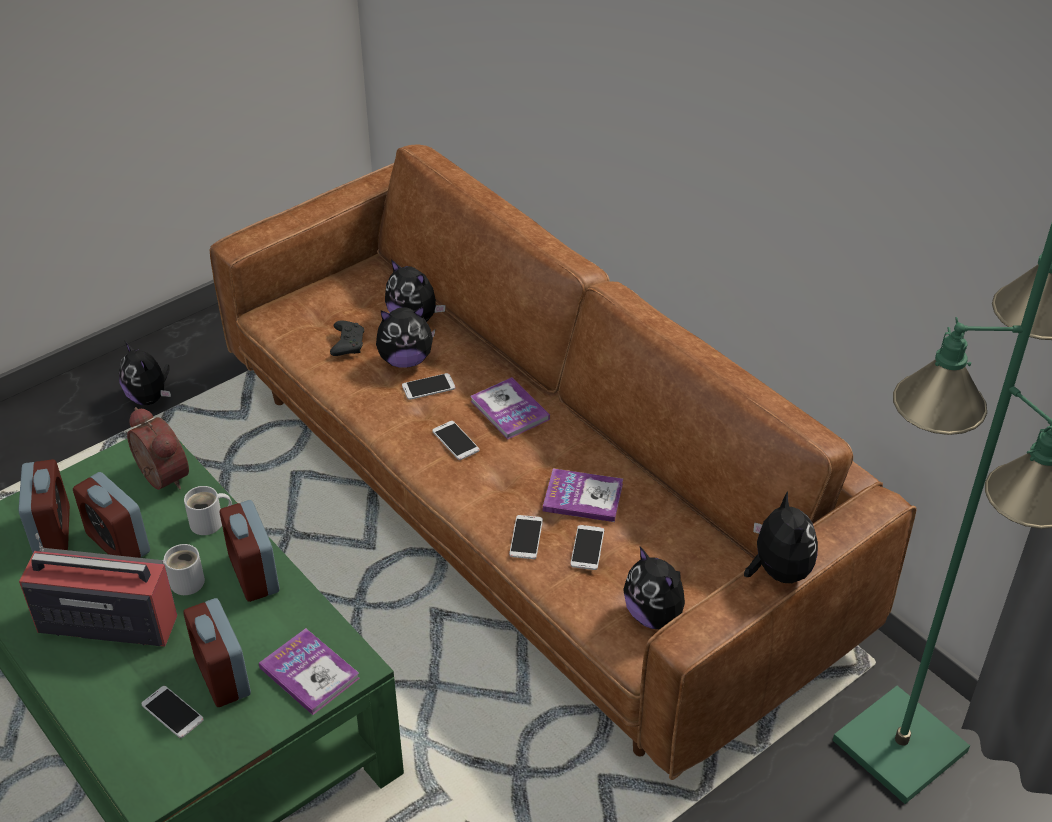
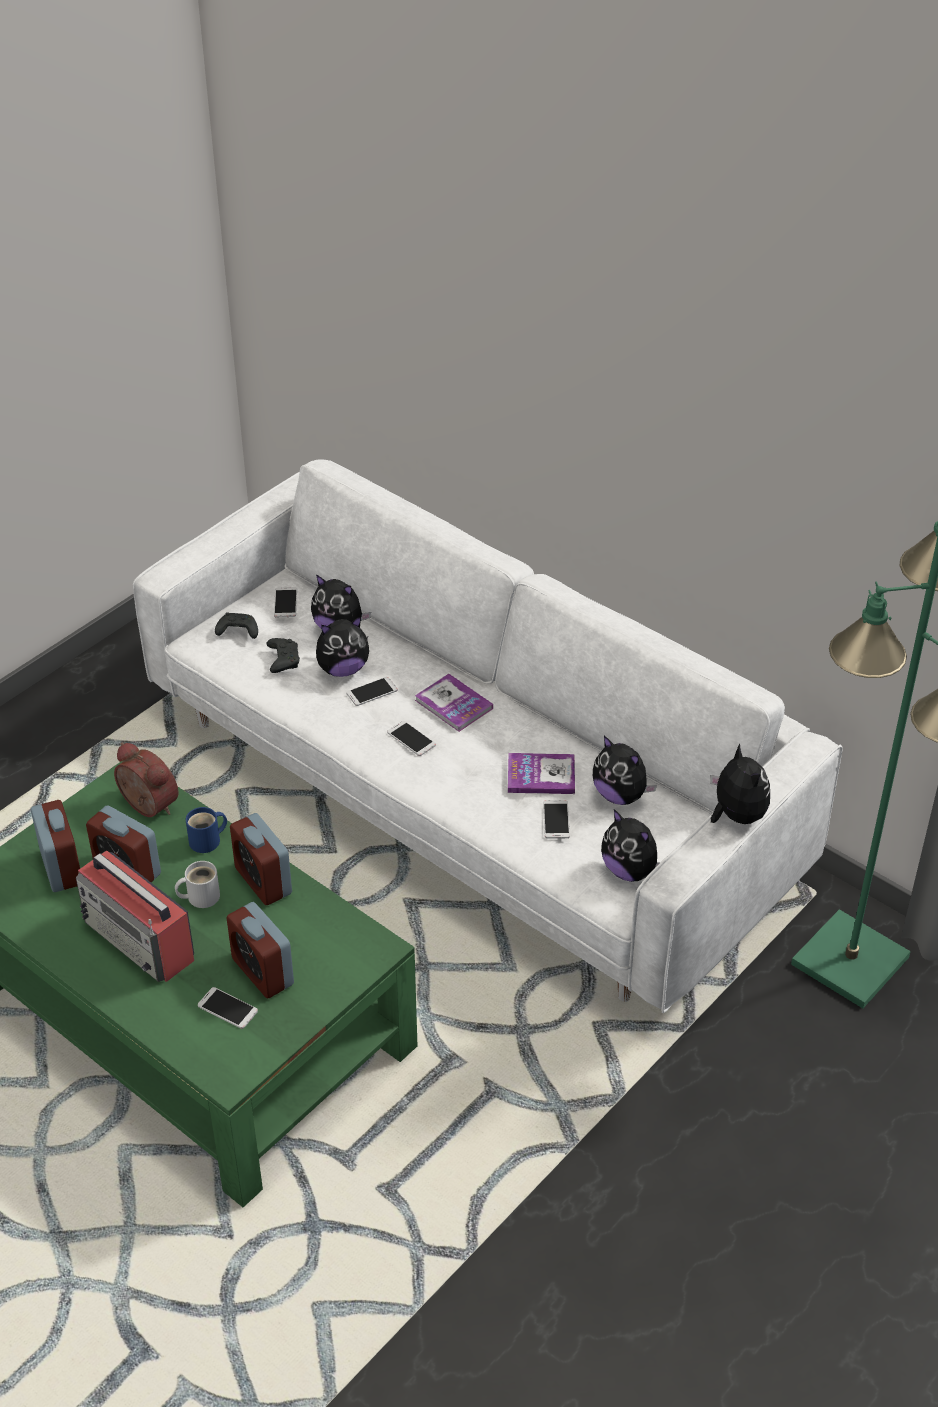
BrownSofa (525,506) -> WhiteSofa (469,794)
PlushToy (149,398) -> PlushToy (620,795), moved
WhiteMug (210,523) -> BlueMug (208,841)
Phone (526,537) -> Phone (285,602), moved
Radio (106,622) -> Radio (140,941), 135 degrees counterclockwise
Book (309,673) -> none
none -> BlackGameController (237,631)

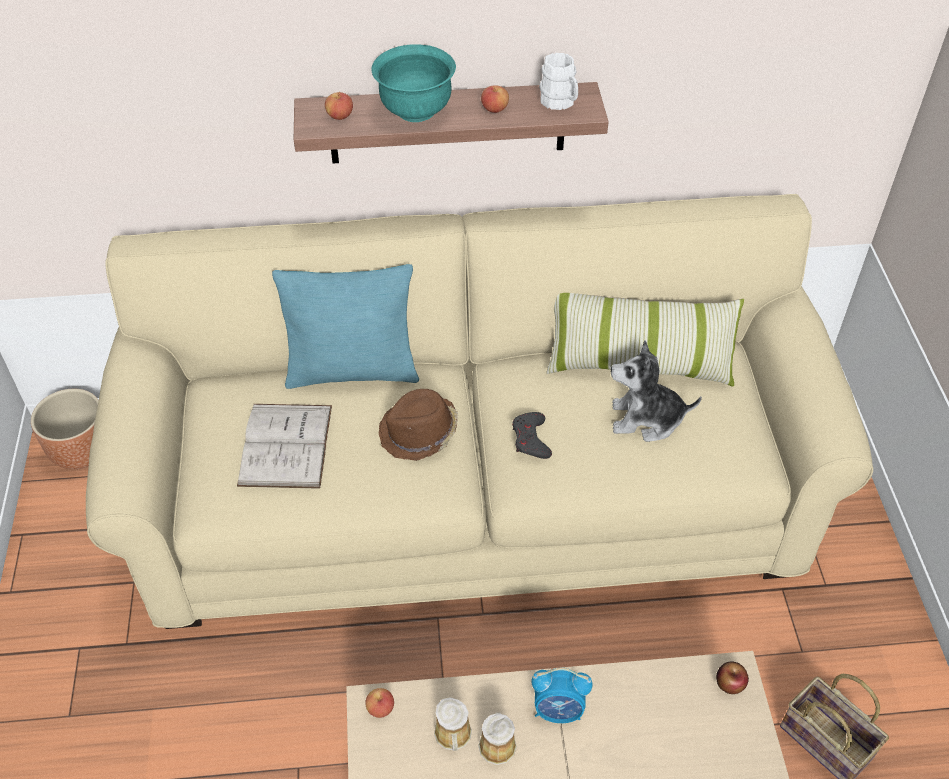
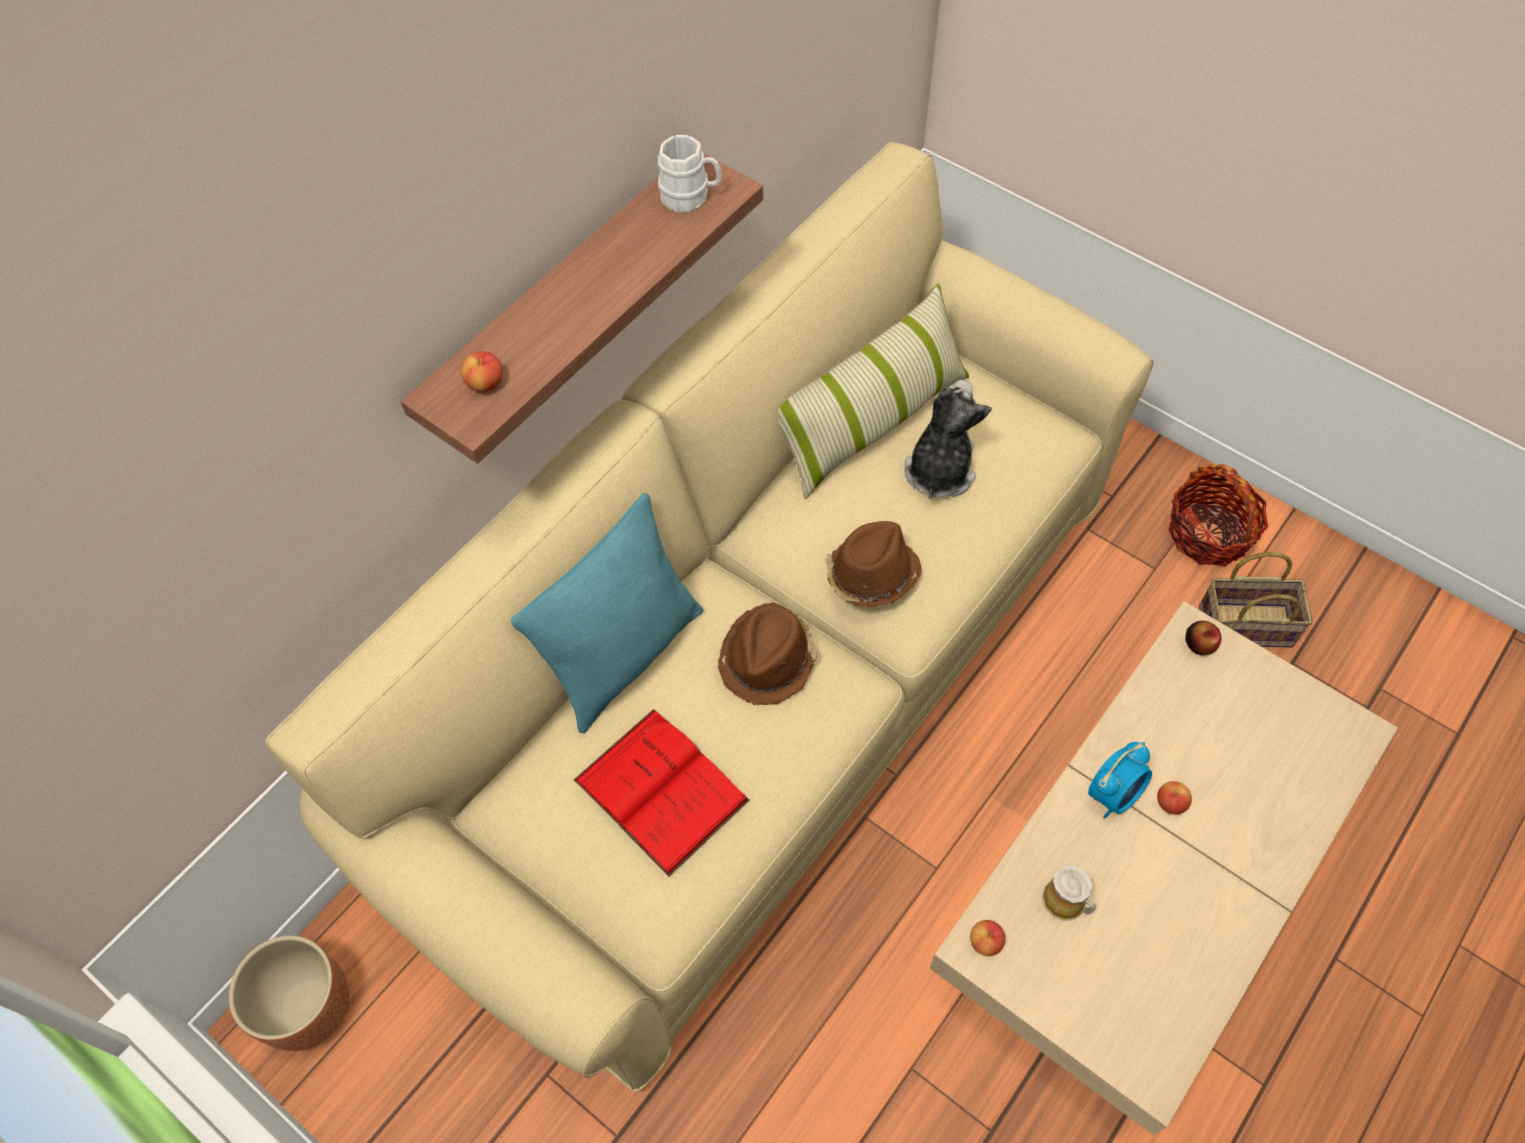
TurquoiseBowl (415,110) -> none
Apple (494,109) -> Apple (1170,803), moved
PlushToy (646,419) -> PlushToy (939,469), 150 degrees clockwise
WhiteBook (286,445) -> RedBook (661,790)
GreyGameController (531,439) -> BrownHat (870,575)
Mug (497,744) -> none
none -> Basket (1208,533)

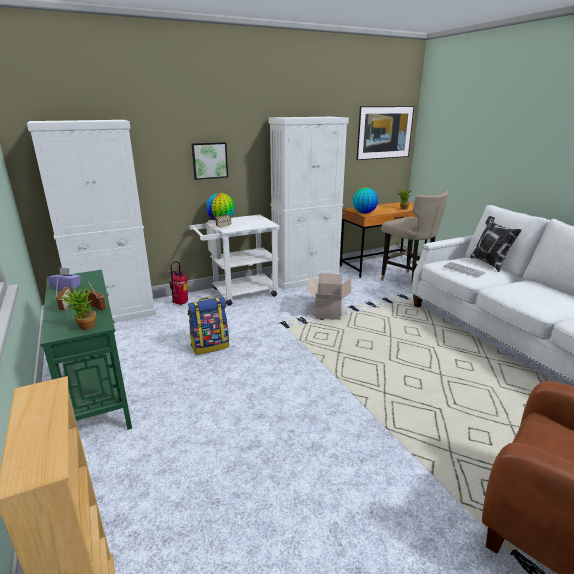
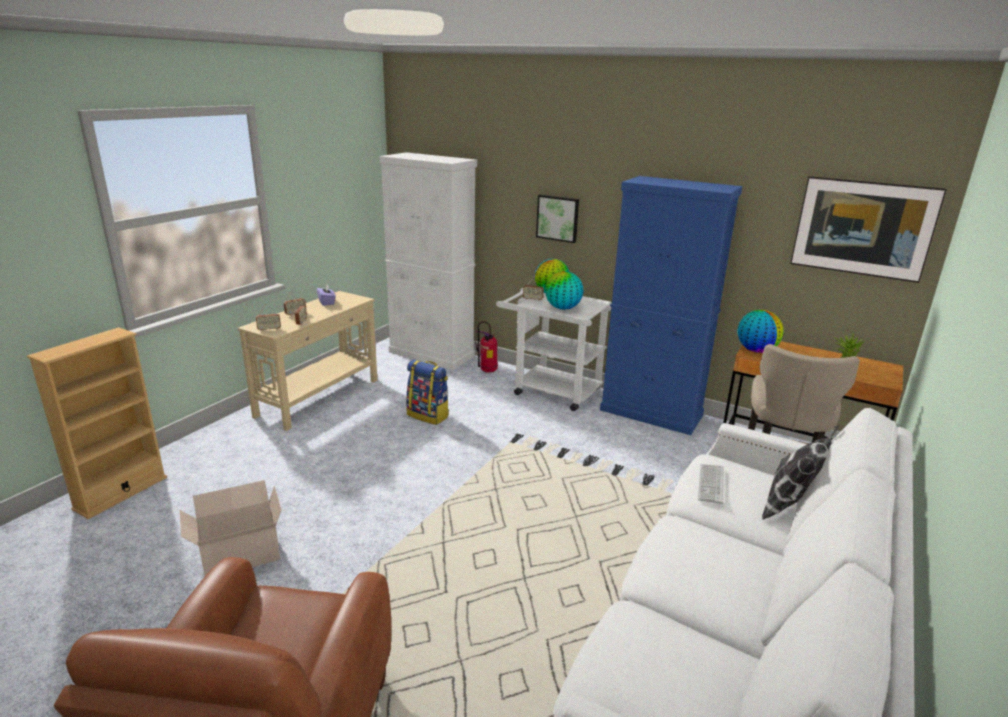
WhiteCabinet (305,278) -> BlueCabinet (651,413)
GreenConsoleTable (97,390) -> BeigeConsoleTable (319,398)
CardboardBox (328,311) -> CardboardBox (238,555), moved
PottedPlant (84,327) -> Radio (269,329)
none -> Globe (562,308)

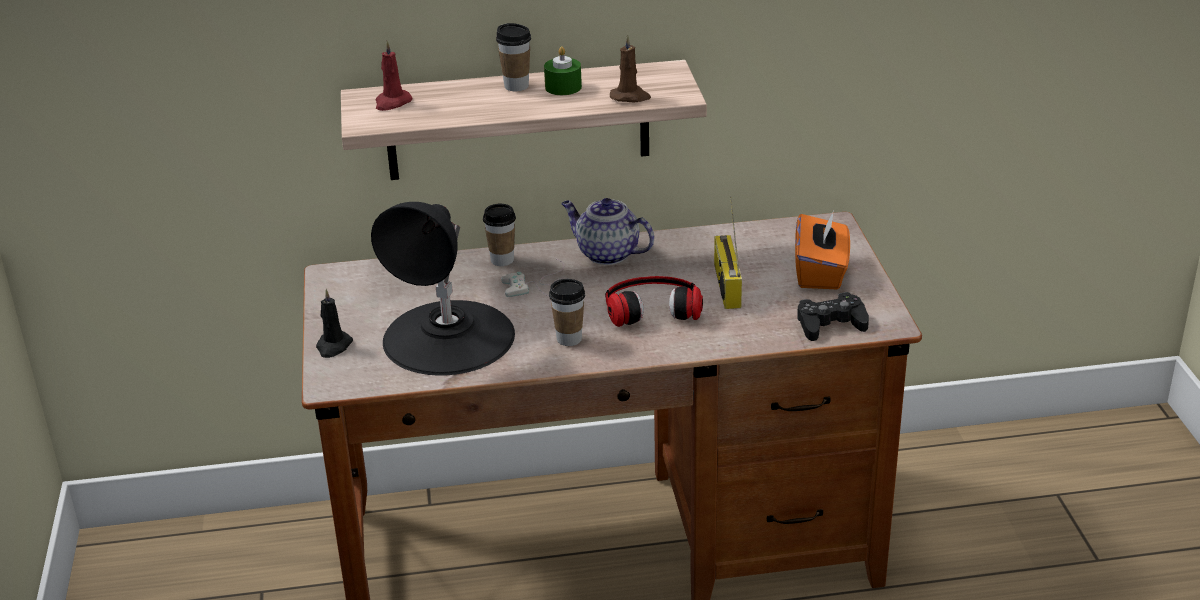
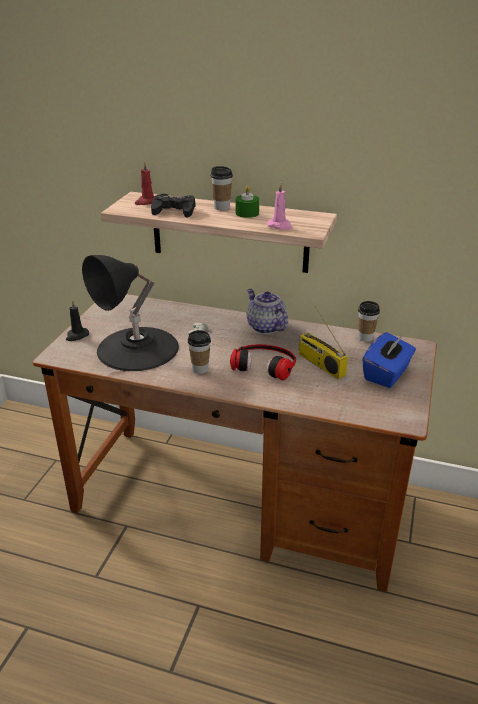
BrownCandle (630,97) -> PinkCandle (280,226)
Radio (725,284) -> Radio (320,364), 60 degrees counterclockwise
Cup (502,260) -> Cup (365,337), moved
OrangeTissueBox (821,272) -> BlueTissueBox (387,374)
BlackGameController (830,324) -> BlackGameController (174,211), moved

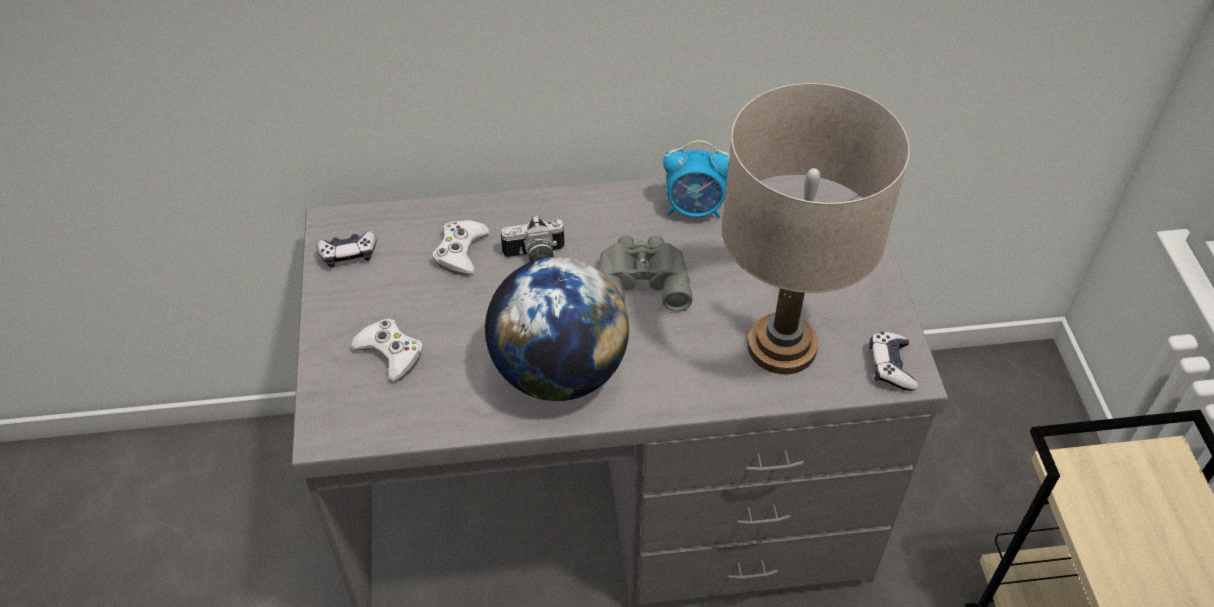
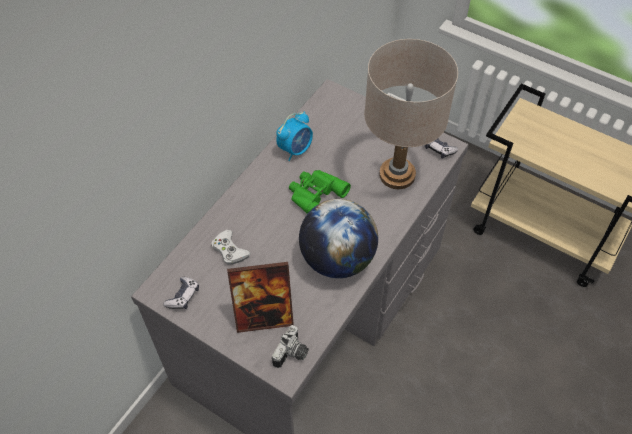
PhotoCamera (535,258) -> PhotoCamera (292,354), moved
GreyBinoculars (641,278) -> GreenBinoculars (315,195)
WhiteGameController (391,353) -> PictureFrame (264,317)

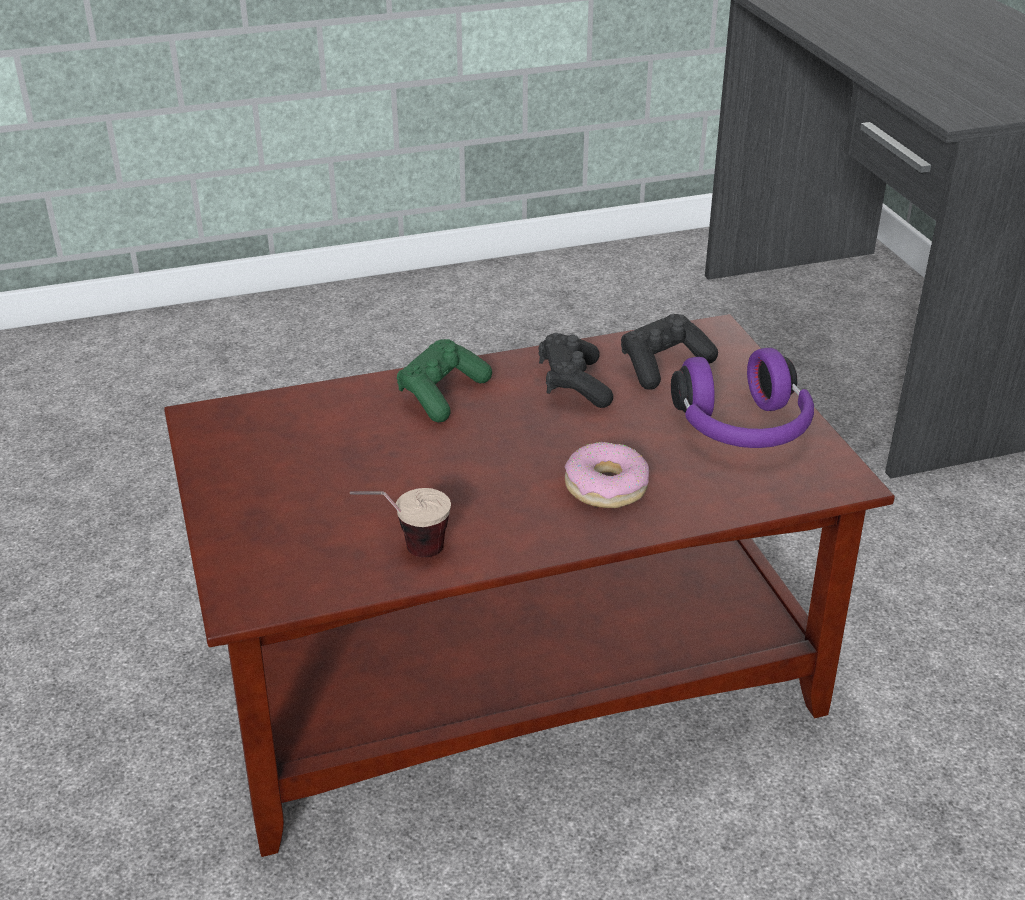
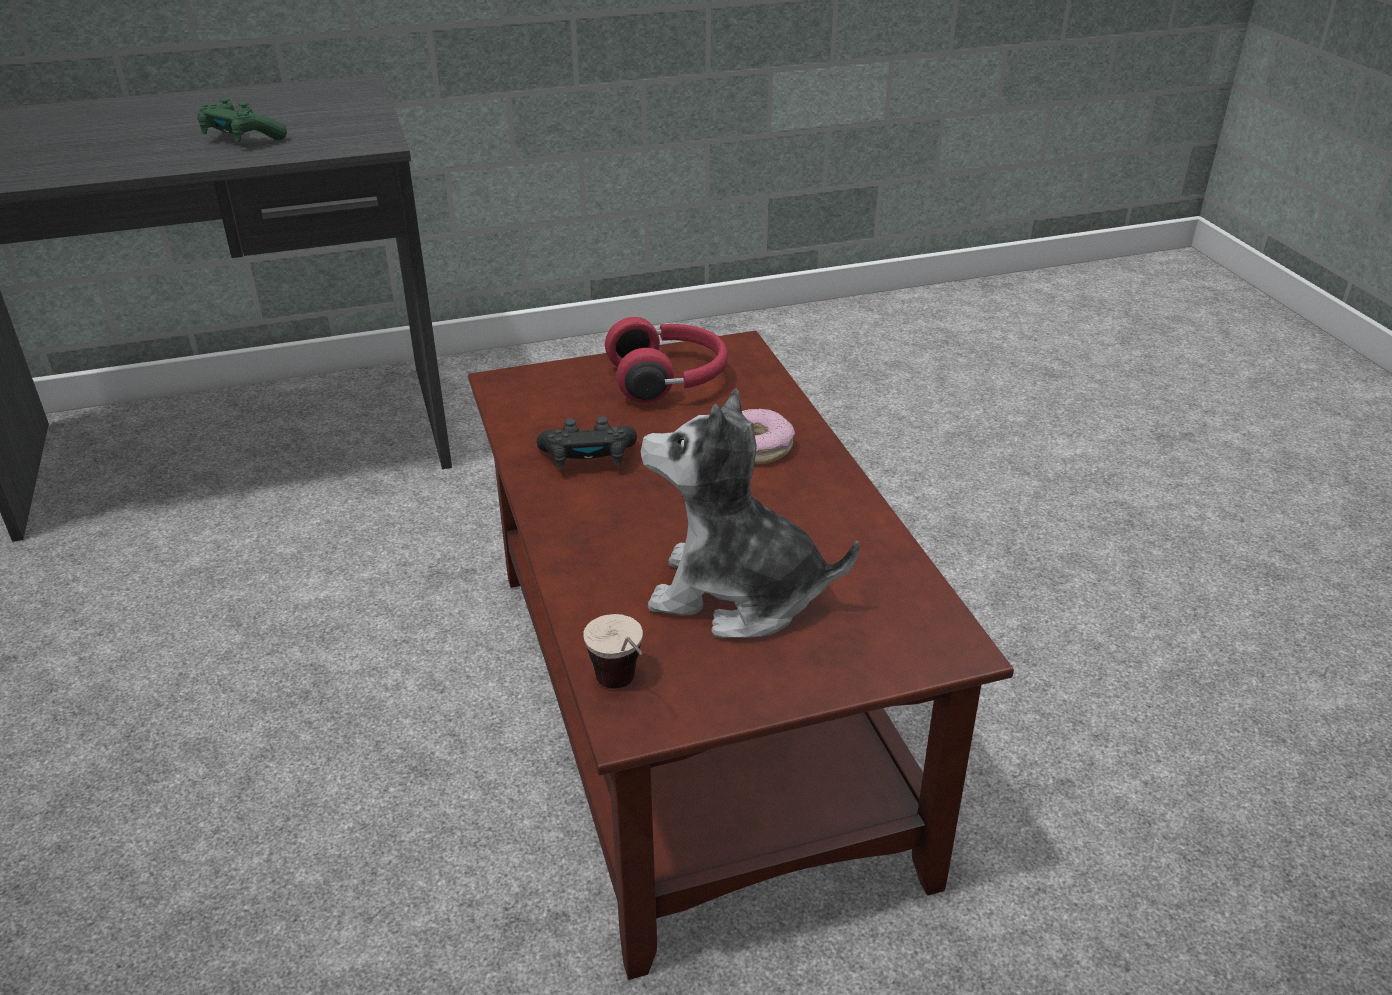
BlackGameController (663,366) -> none
GreenGameController (442,394) -> GreenGameController (242,139), moved
PurpleHeadphones (743,429) -> RedHeadphones (669,380)
Cup (404,553) -> Cup (623,691), moved
none -> PlushToy (737,595)

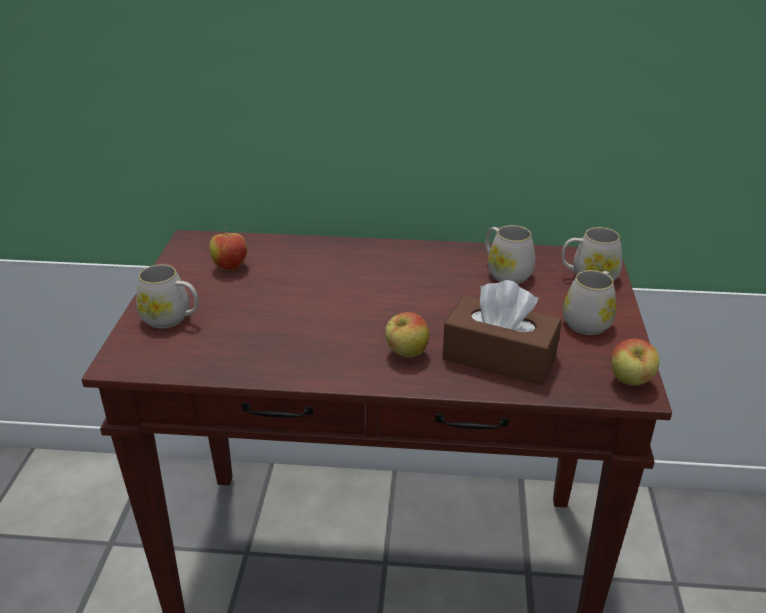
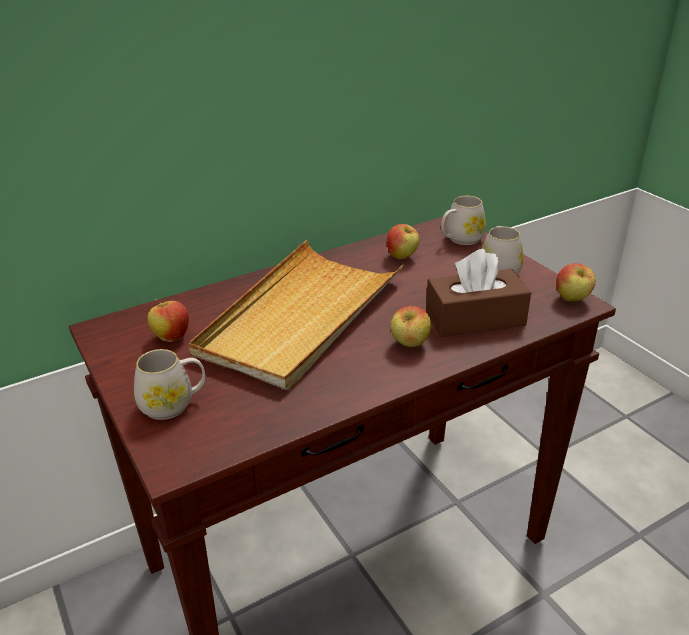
WhiteMug (505,272) -> Apple (402,257)
none -> BeigeTray (300,317)

